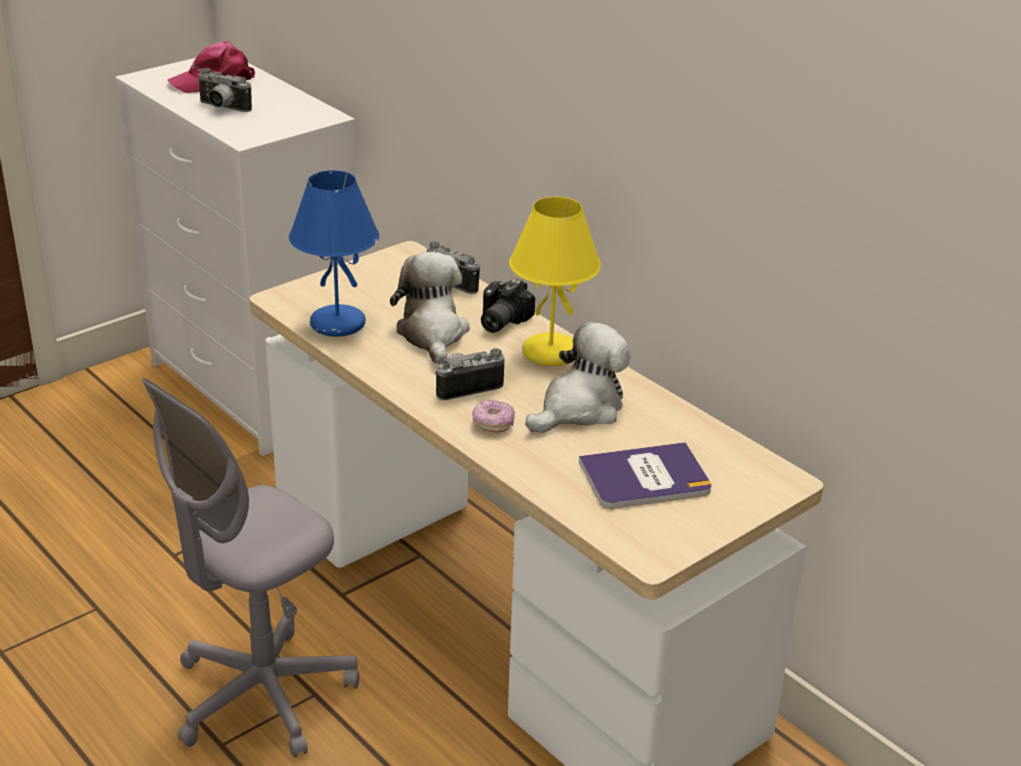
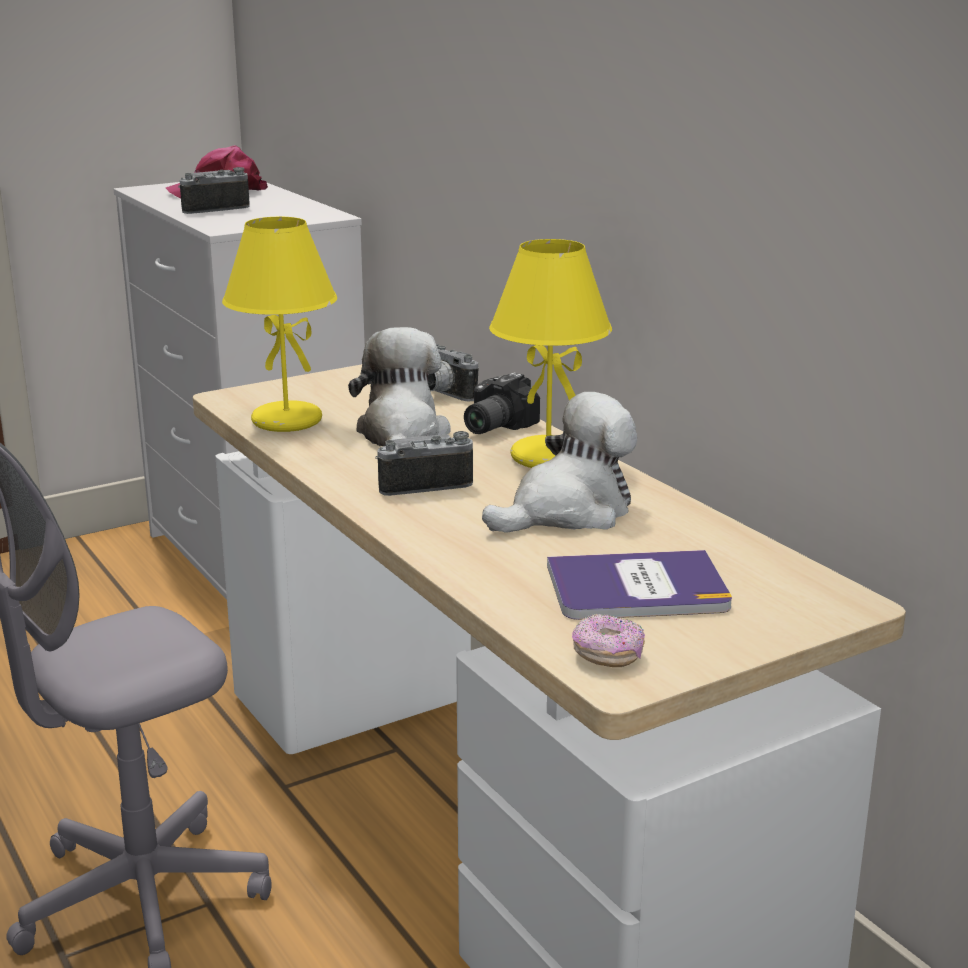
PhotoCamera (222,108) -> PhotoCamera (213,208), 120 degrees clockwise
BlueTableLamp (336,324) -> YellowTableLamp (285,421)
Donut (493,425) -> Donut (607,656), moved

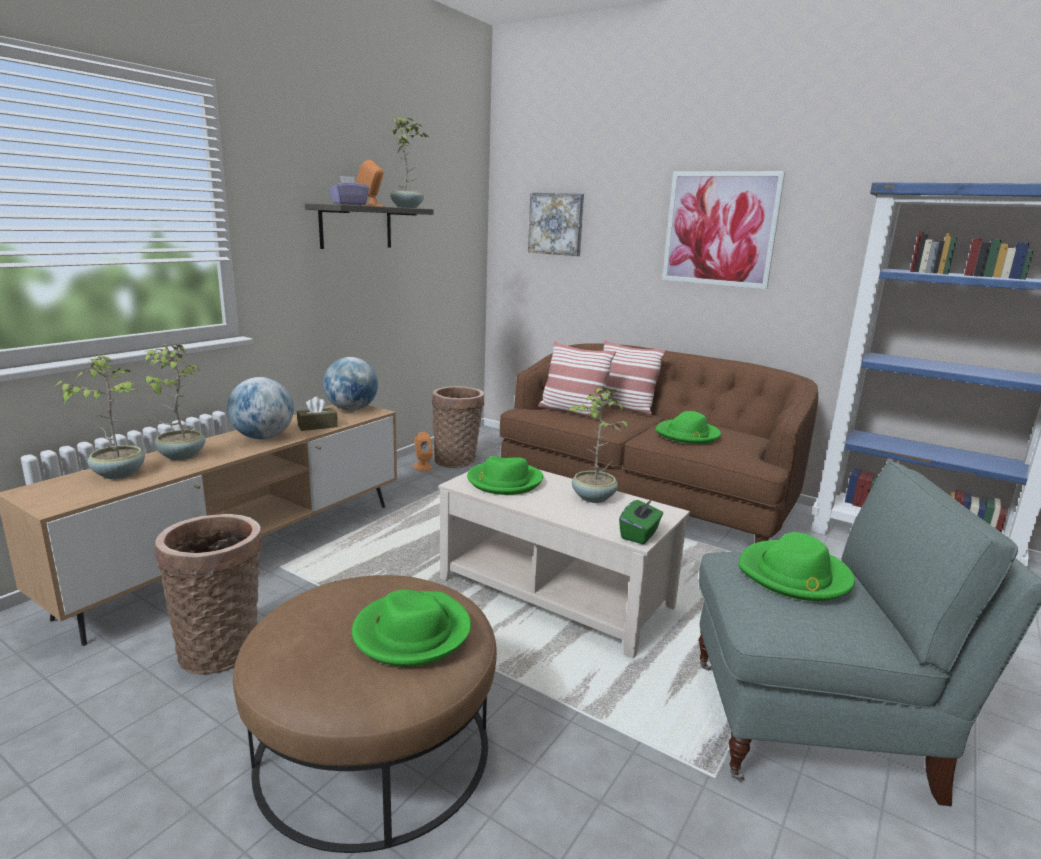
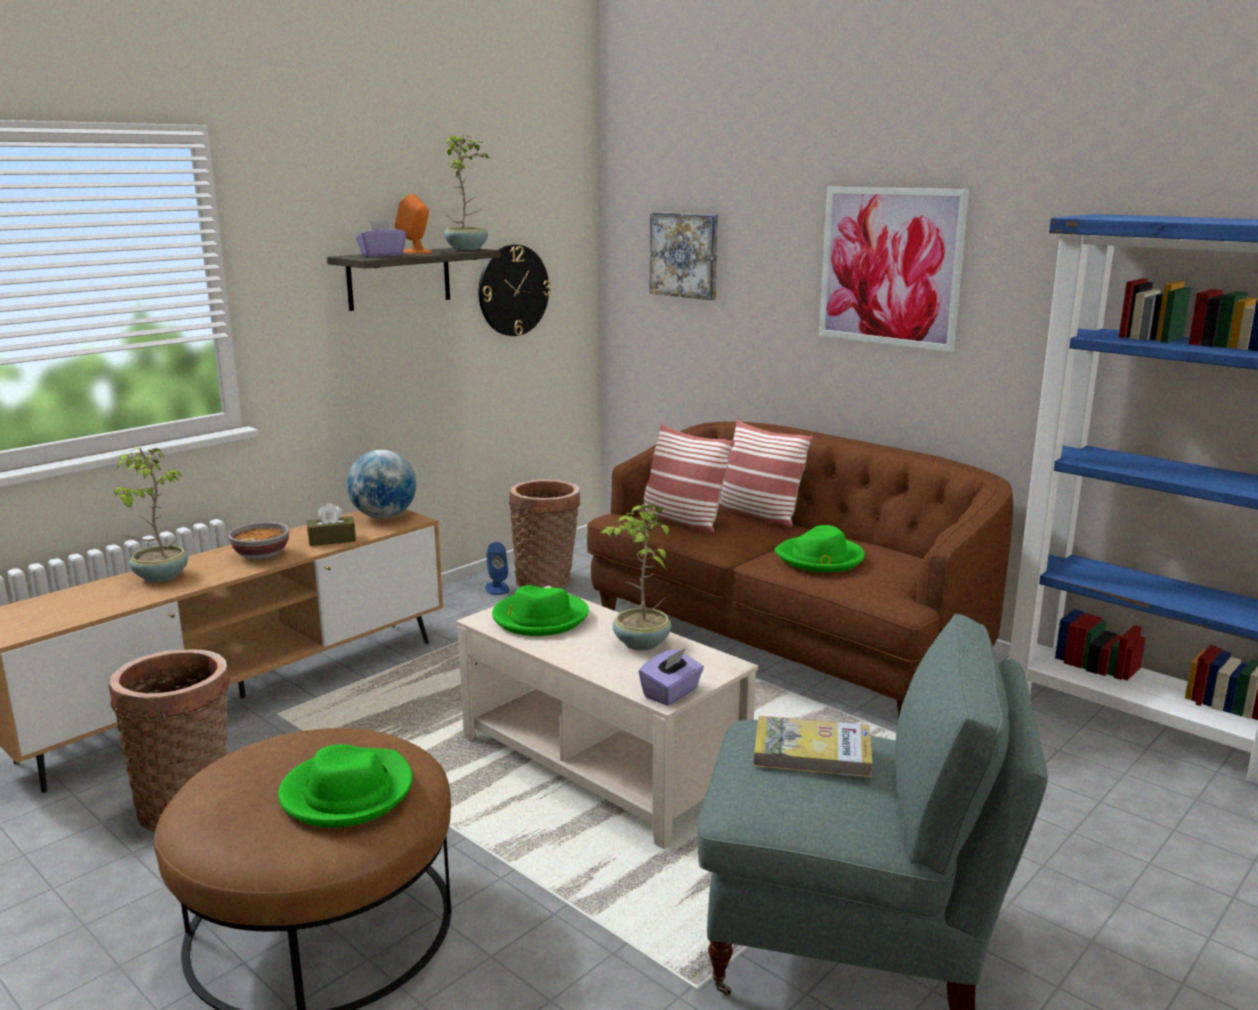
PottedPlant (118,473) -> none
Globe (263,437) -> Bowl (262,554)
OrangeSpeaker (422,466) -> BlueSpeaker (497,588)
GreenTissueBox (640,534) -> PurpleTissueBox (671,693)
GreenHat (794,575) -> Book (812,752)
none -> WallClock (513,290)

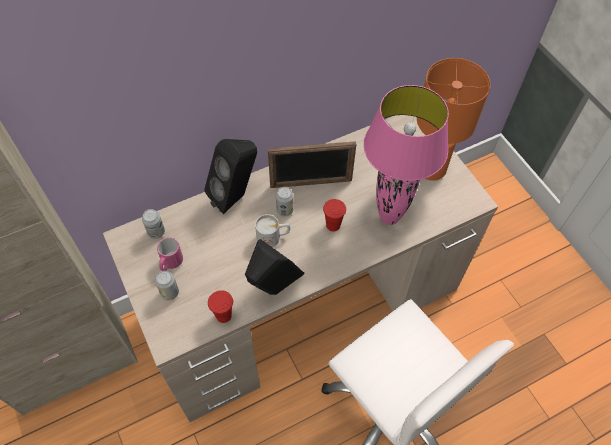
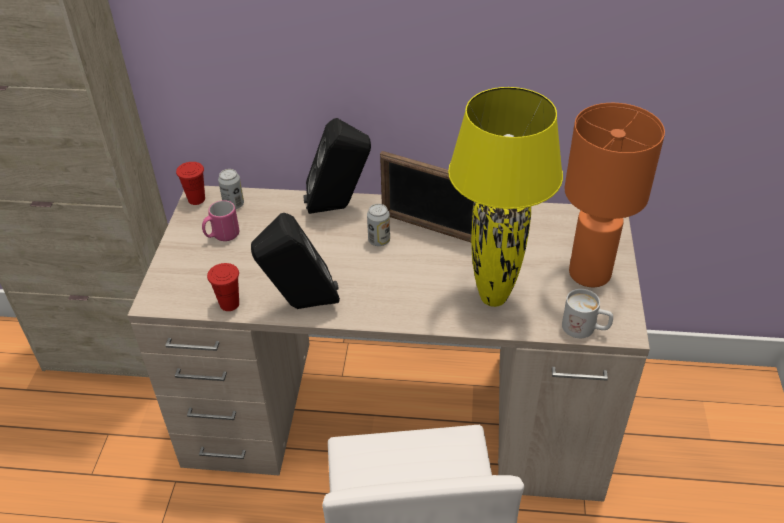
PinkTableLamp (388,217) -> YellowTableLamp (492,298)
RedCup (333,225) -> RedCup (196,199), moved
WhiteMug (273,237) -> WhiteMug (585,329), moved
Can (170,292) -> none

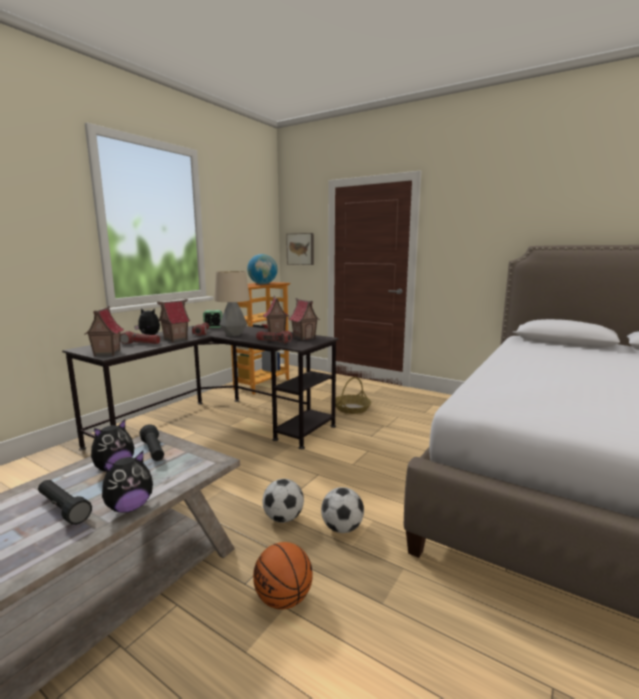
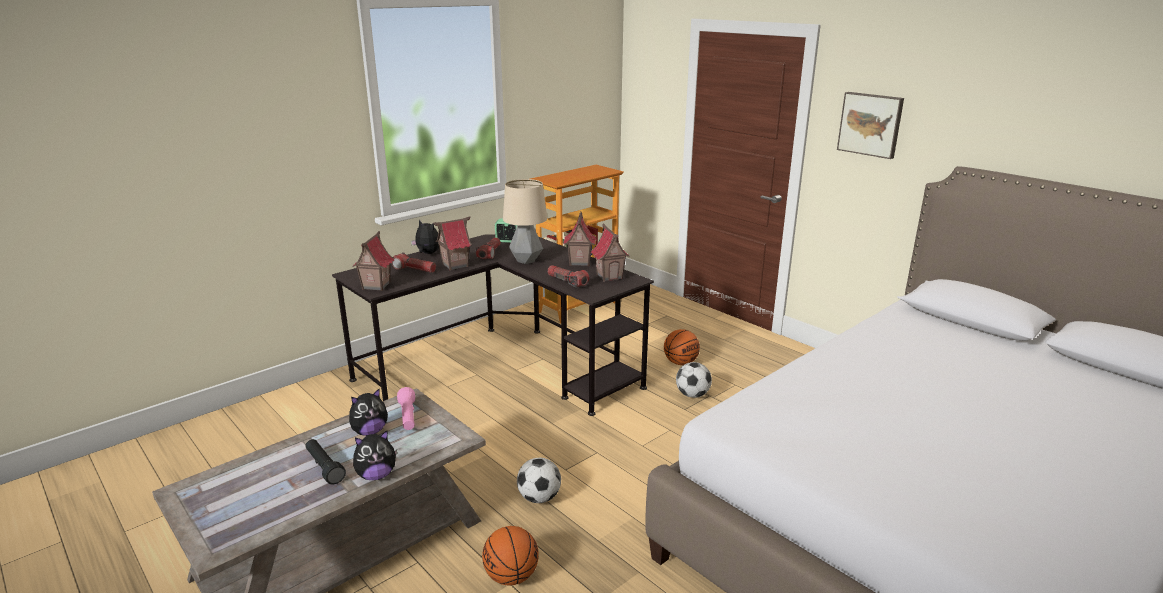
Picture (301,249) -> Picture (870,124), moved
Globe (262,284) -> none
Basket (352,408) -> Basketball (680,362)
BlackFlashlight (153,451) -> PinkFlashlight (408,417)
Football (342,528) -> Football (692,395), moved

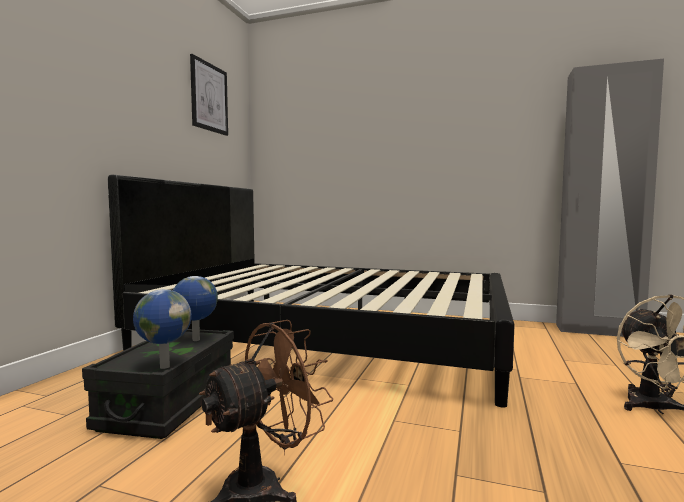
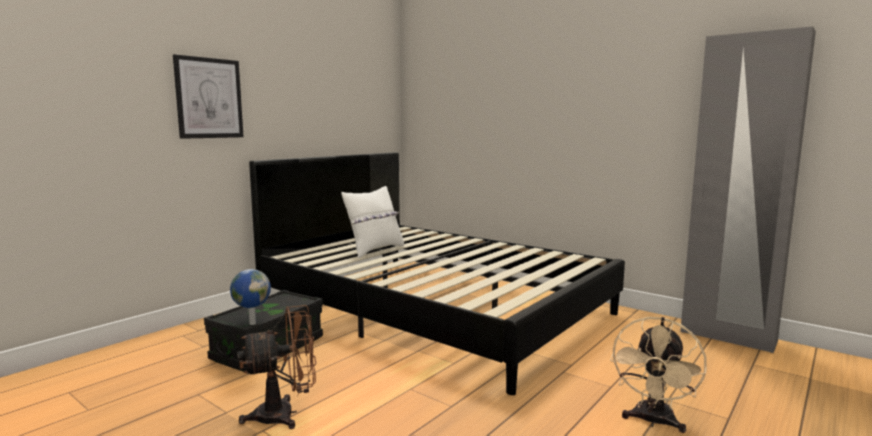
Picture (209,97) -> Picture (209,98), moved
Globe (195,340) -> none
none -> WhitePillow (374,250)

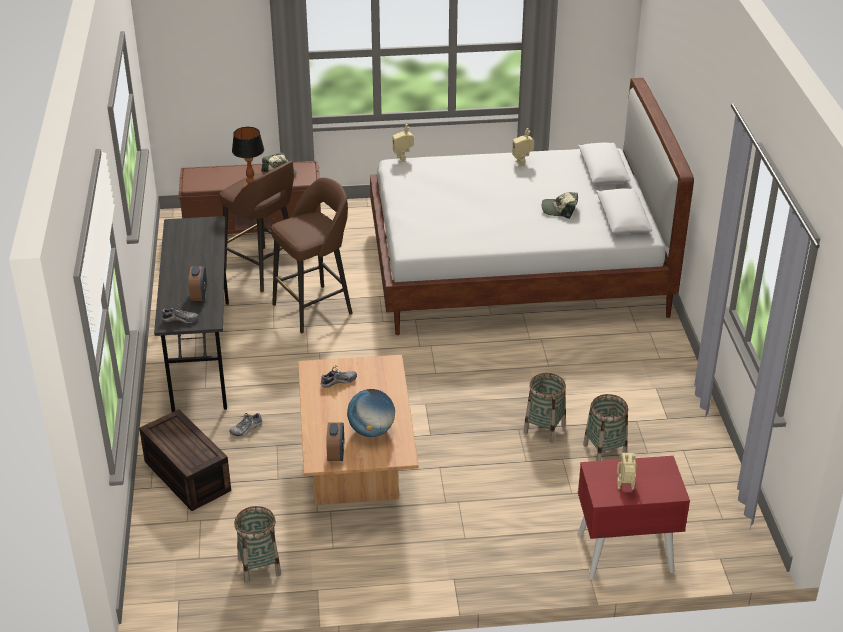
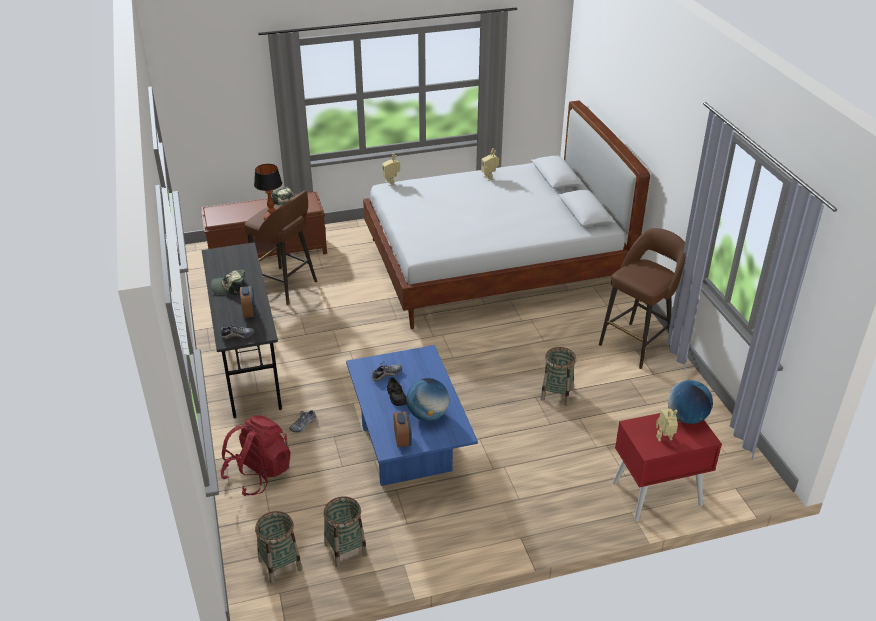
BrownStool (314,308) -> BrownStool (637,344), moved
Cap (559,209) -> Cap (229,287), moved
BrownCoffeeTable (357,469) -> BlueCoffeeTable (409,449)
Basket (604,450) -> Basket (280,565), moved
BrownStorageBox (185,475) -> RedBackpack (258,474)
none -> BlackShoe (396,397)
none -> Globe (686,417)

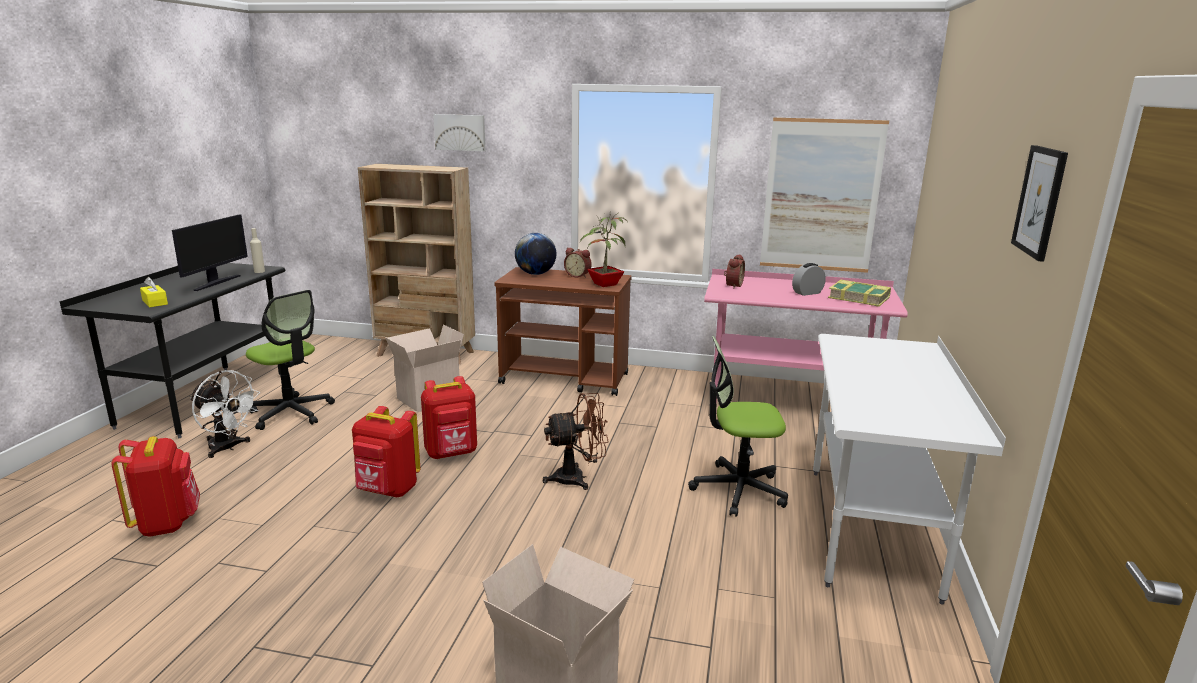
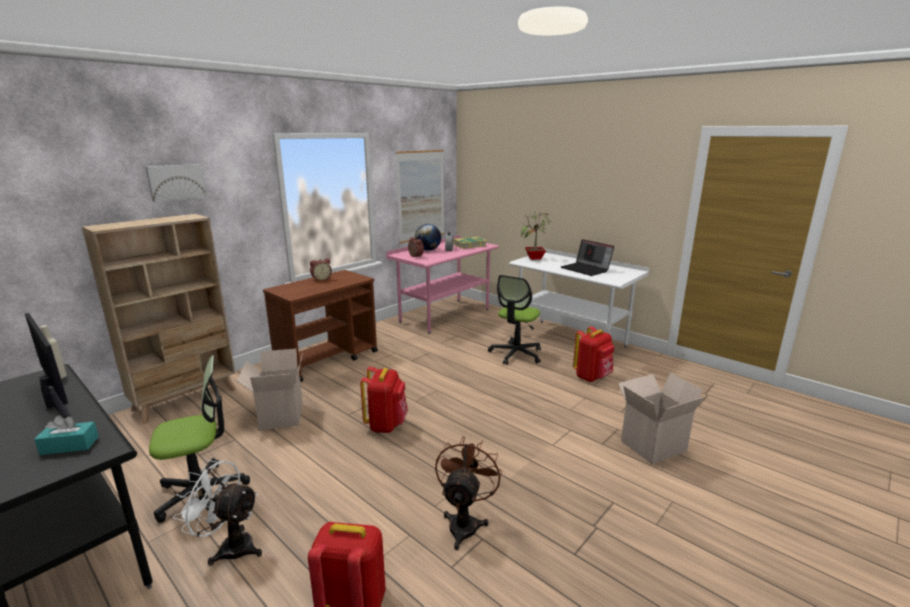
Picture (1040,201) -> none
PottedPlant (604,284) -> PottedPlant (535,258), moved
Globe (535,274) -> Globe (428,250), moved
YellowTissueBox (155,302) -> TurquoiseTissueBox (70,445)
WhiteFan (228,448) -> WhiteFan (230,546), 135 degrees counterclockwise
BrownFan (577,478) -> BrownFan (465,522), moved
RedBackpack (387,491) -> RedBackpack (592,377), moved
none -> Laptop (586,269)

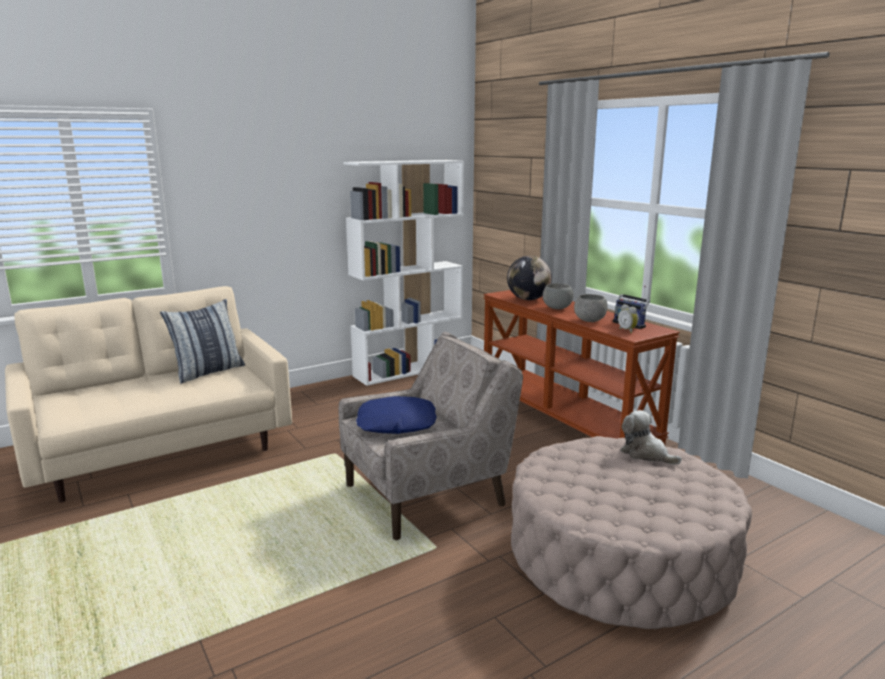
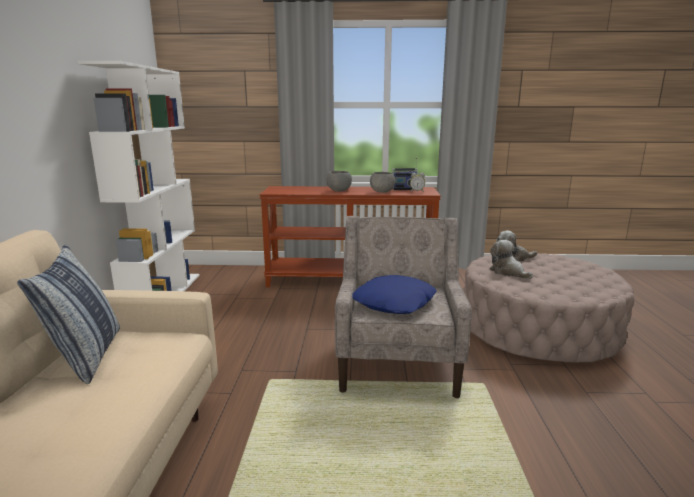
Globe (528,299) -> none
none -> PlushToy (508,272)

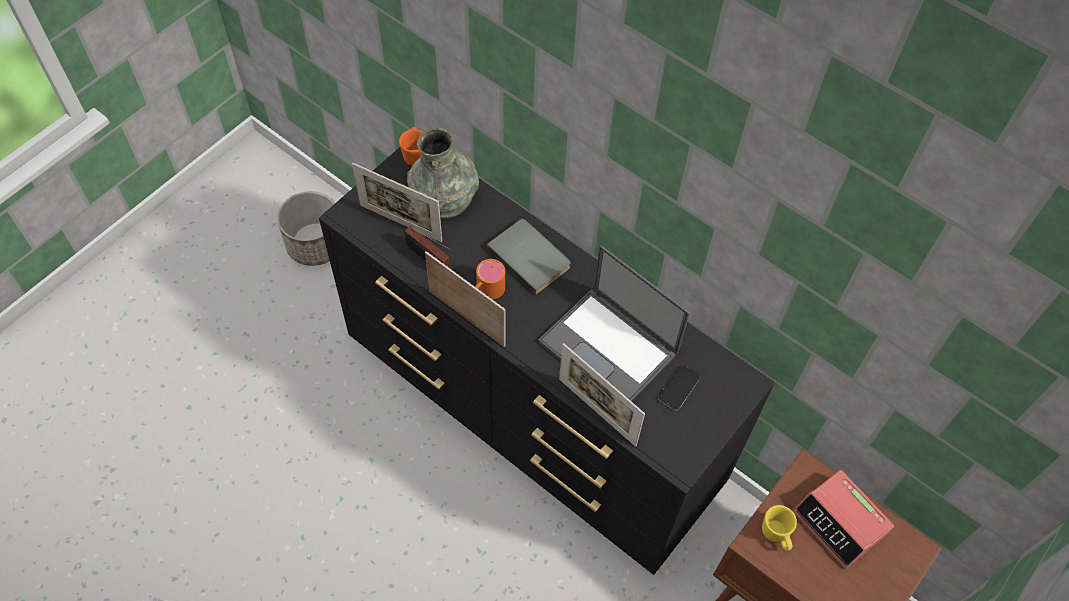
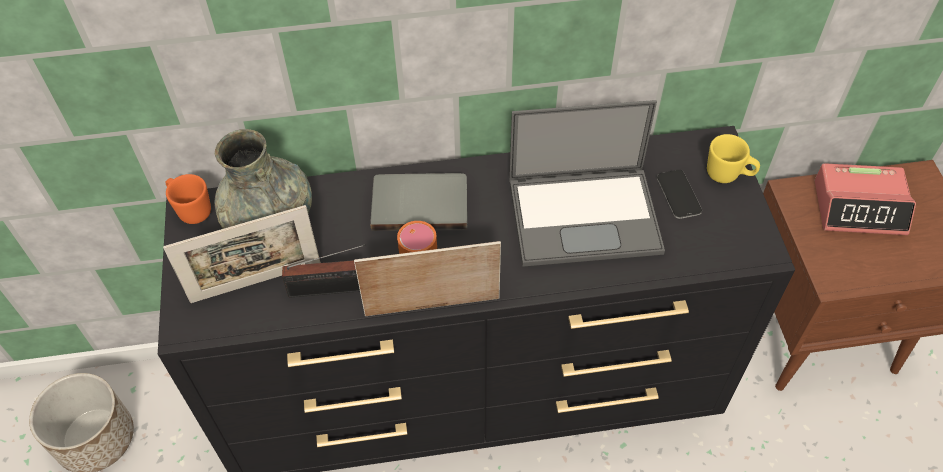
PictureFrame (597,412) -> none
YellowMug (776,535) -> YellowMug (728,175), moved

